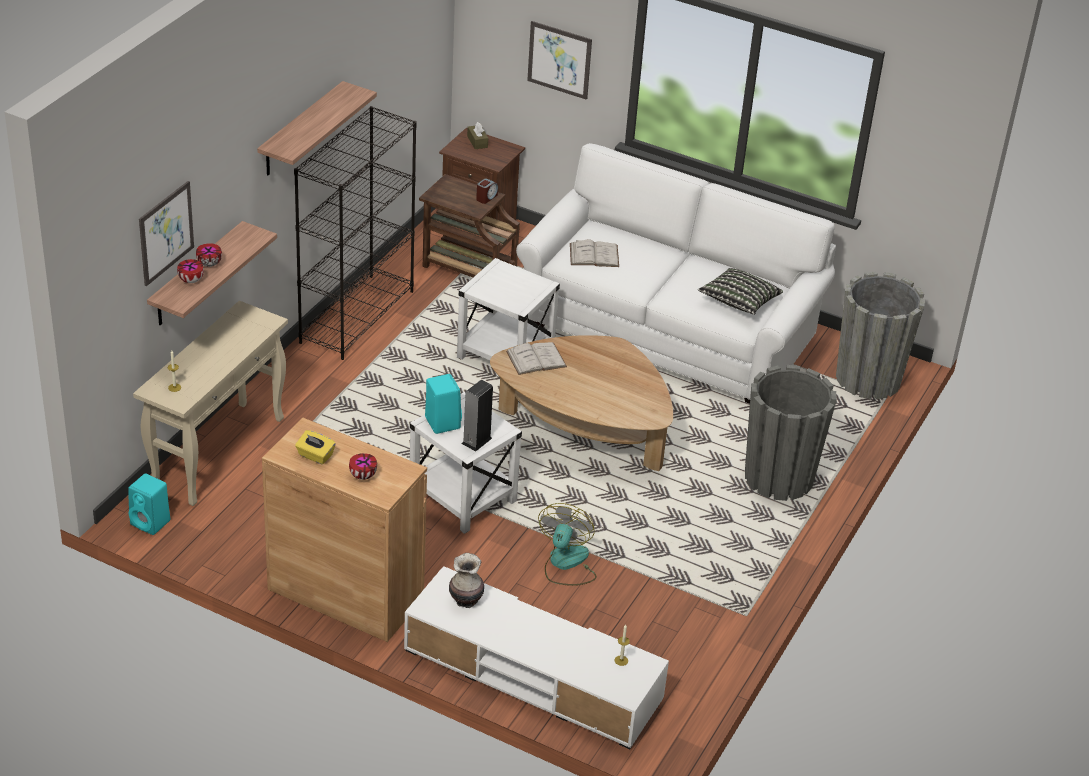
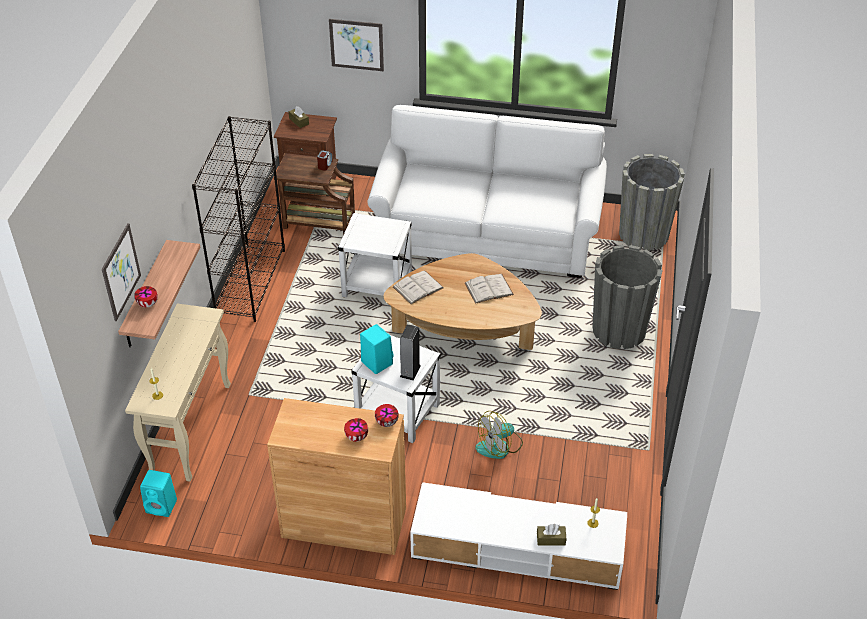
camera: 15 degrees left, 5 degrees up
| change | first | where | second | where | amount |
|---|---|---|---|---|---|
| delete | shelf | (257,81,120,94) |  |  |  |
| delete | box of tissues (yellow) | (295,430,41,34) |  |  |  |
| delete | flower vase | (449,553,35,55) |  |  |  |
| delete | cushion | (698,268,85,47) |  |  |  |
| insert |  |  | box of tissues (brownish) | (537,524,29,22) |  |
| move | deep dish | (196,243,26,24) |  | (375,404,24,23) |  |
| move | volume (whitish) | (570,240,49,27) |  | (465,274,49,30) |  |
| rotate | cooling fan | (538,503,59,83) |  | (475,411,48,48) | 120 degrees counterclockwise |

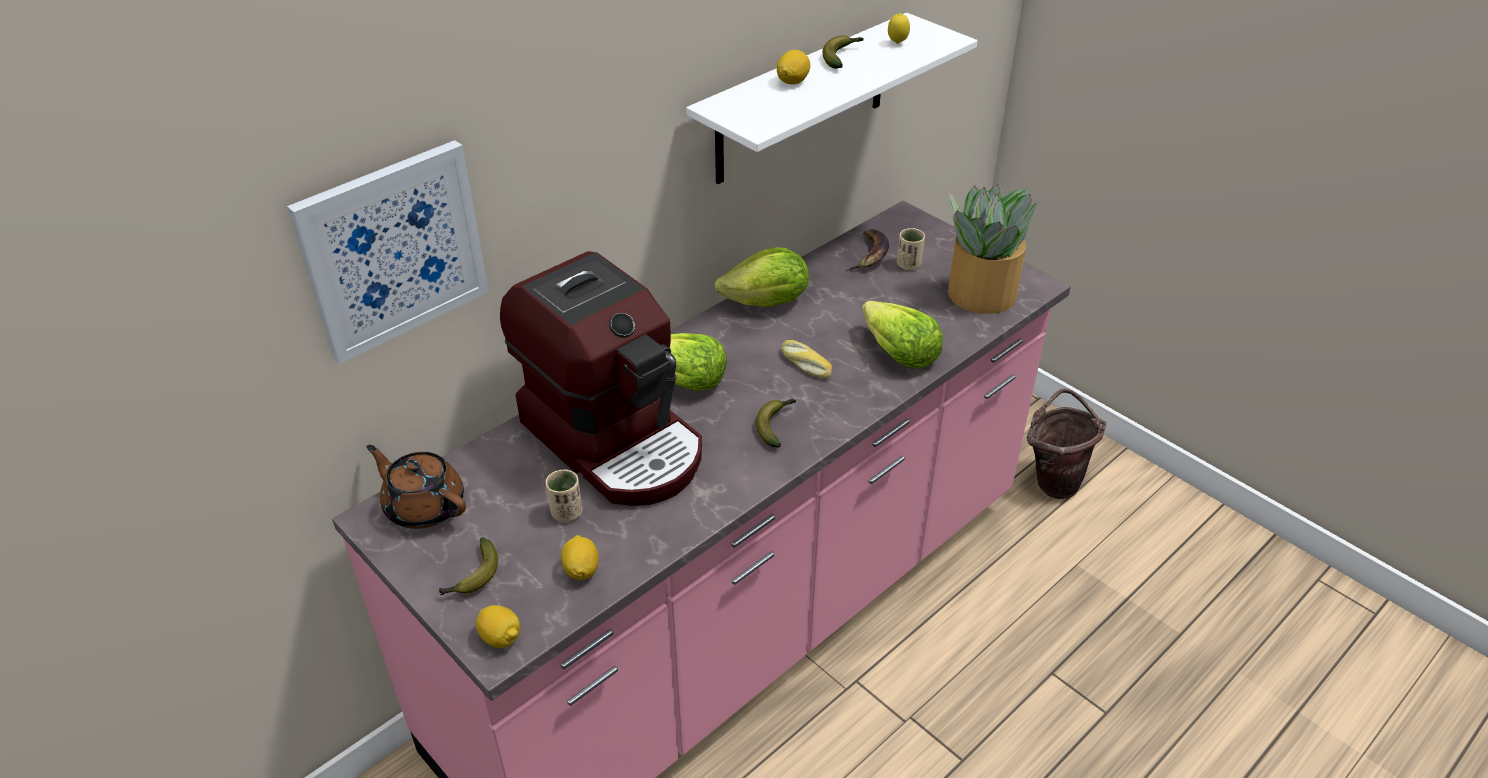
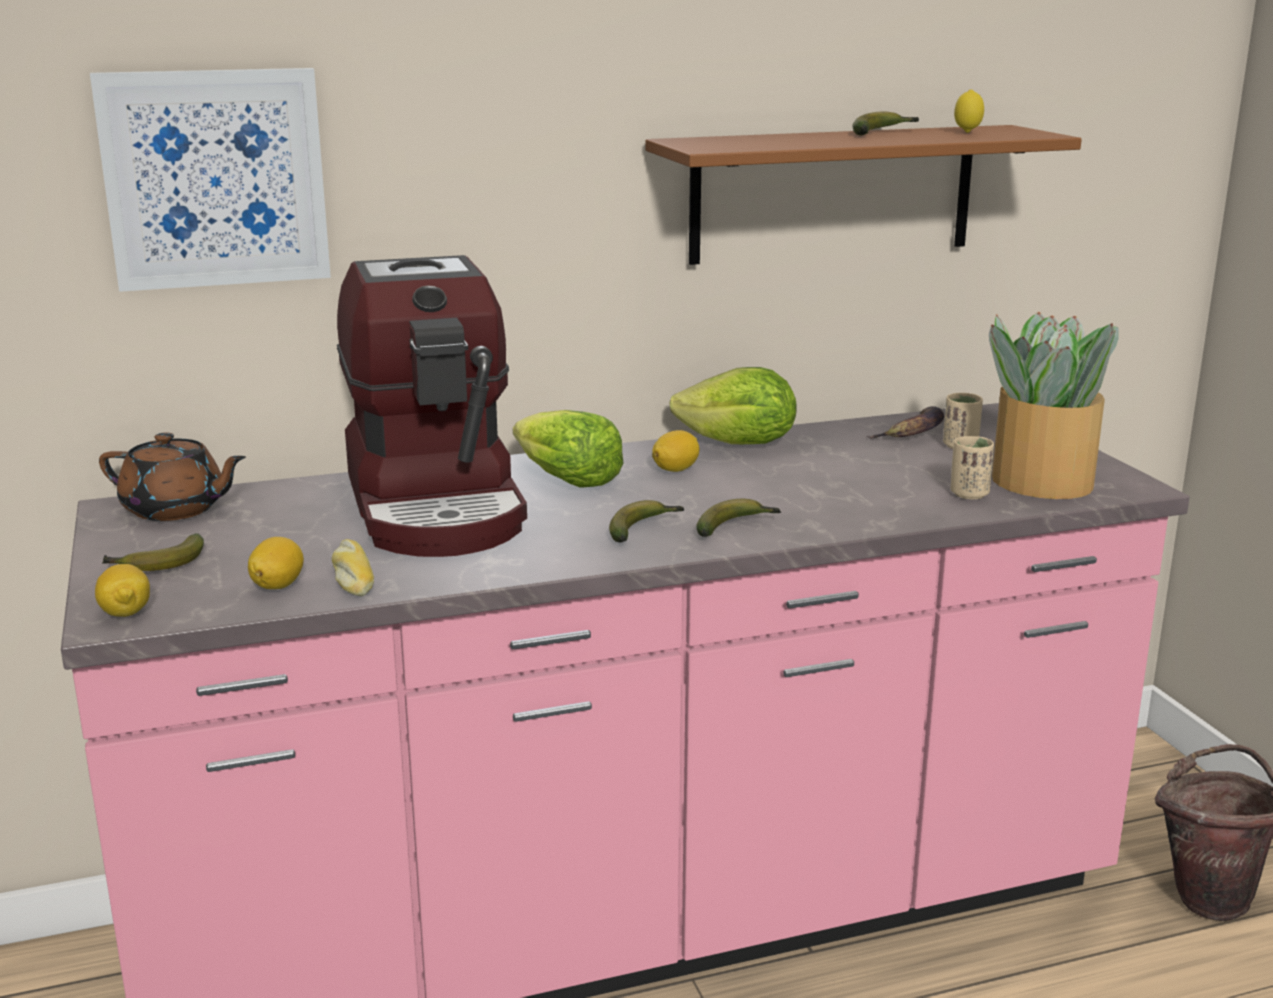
camera: 25 degrees right, 20 degrees down
| change | first | where | second | where | amount |
|---|---|---|---|---|---|
| delete | lettuce | (862,301,81,68) |  |  |  |
| insert |  |  | banana | (696,499,85,38) |  |
| move | drinking cup (beige) | (546,470,36,52) |  | (950,436,44,63) |  |
| move | whole lemon | (777,50,33,34) |  | (652,430,47,42) |  |
| move | bakery bread | (781,340,51,38) |  | (332,539,42,57) |  |
| recolor | shelf (whitish) | (686,13,291,171) | shelf (brownish) | (646,125,436,140) |  |
| rotate | tea pot (brownish) | (367,445,99,84) |  | (99,432,147,89) | 135 degrees clockwise |

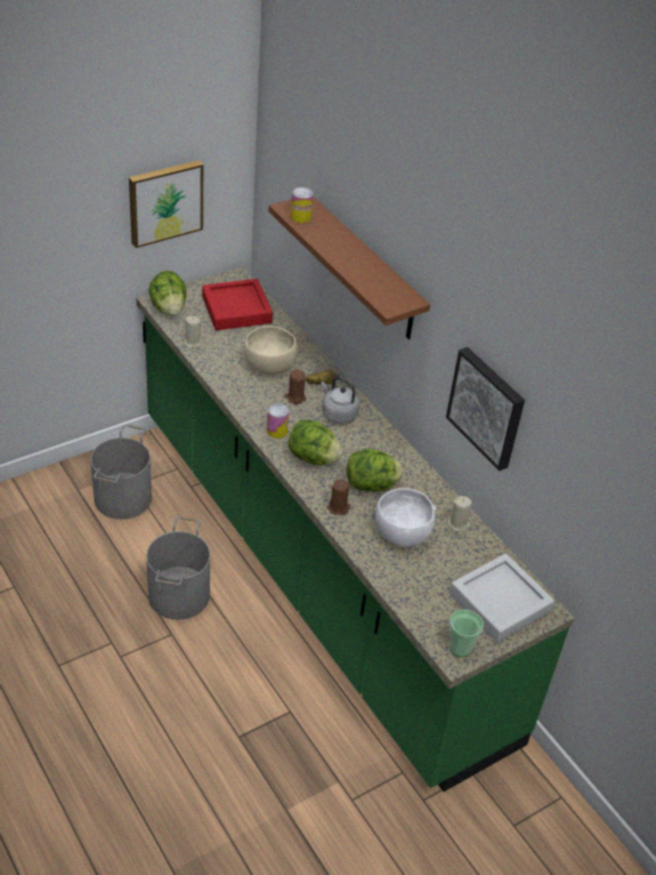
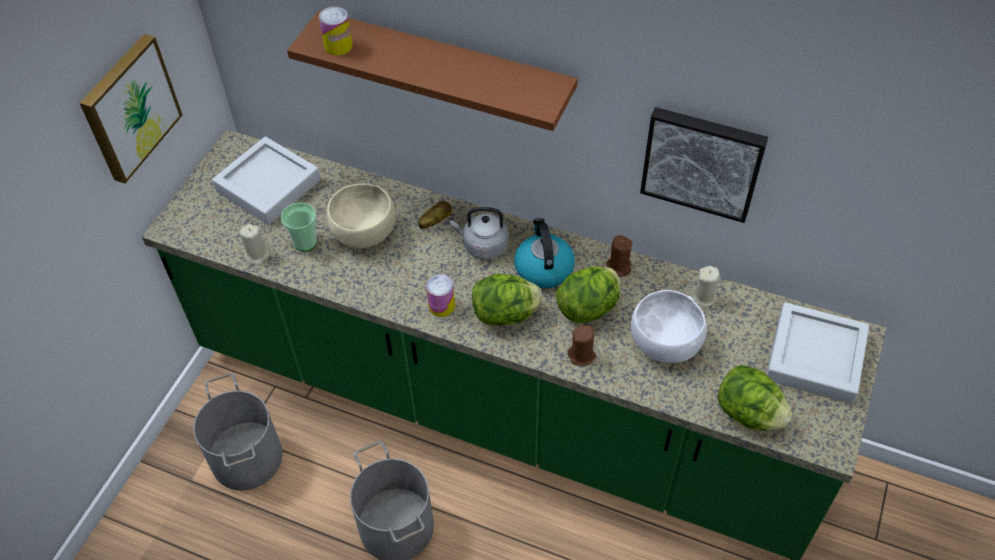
camera: 30 degrees left, 10 degrees up
| change | first | where | second | where | amount |
|---|---|---|---|---|---|
| insert |  |  | water kettle | (514,218,61,70) |  |
| move | lettuce | (149,271,38,45) |  | (717,365,76,66) |  |
| move | wax light (brownish) | (285,369,21,35) |  | (606,236,26,41) |  |
| move | drinking cup | (449,609,35,48) |  | (281,202,36,50) |  |
| recolor | carrying tray (reddish) | (202,279,71,52) | carrying tray (greyish) | (212,136,109,89) |  |

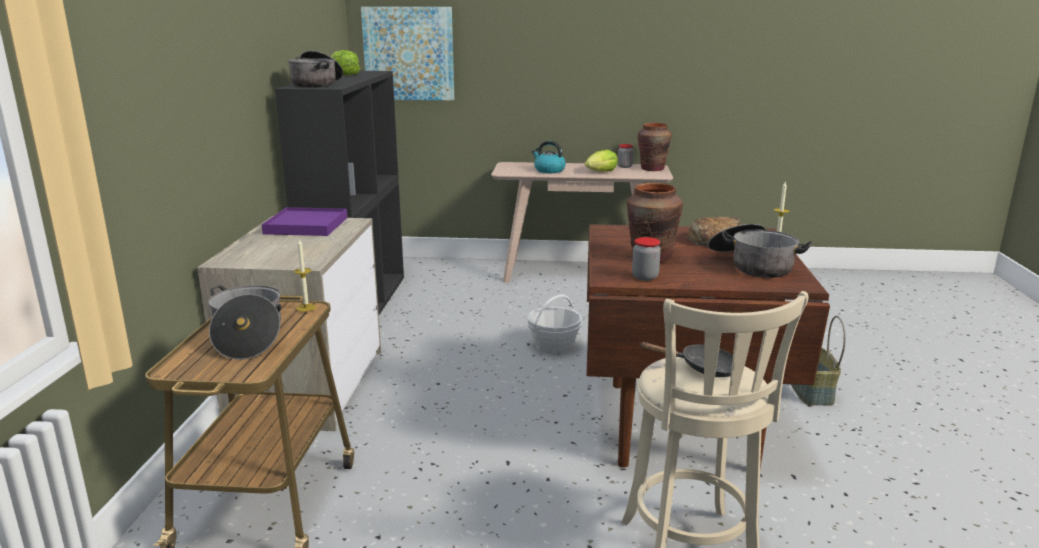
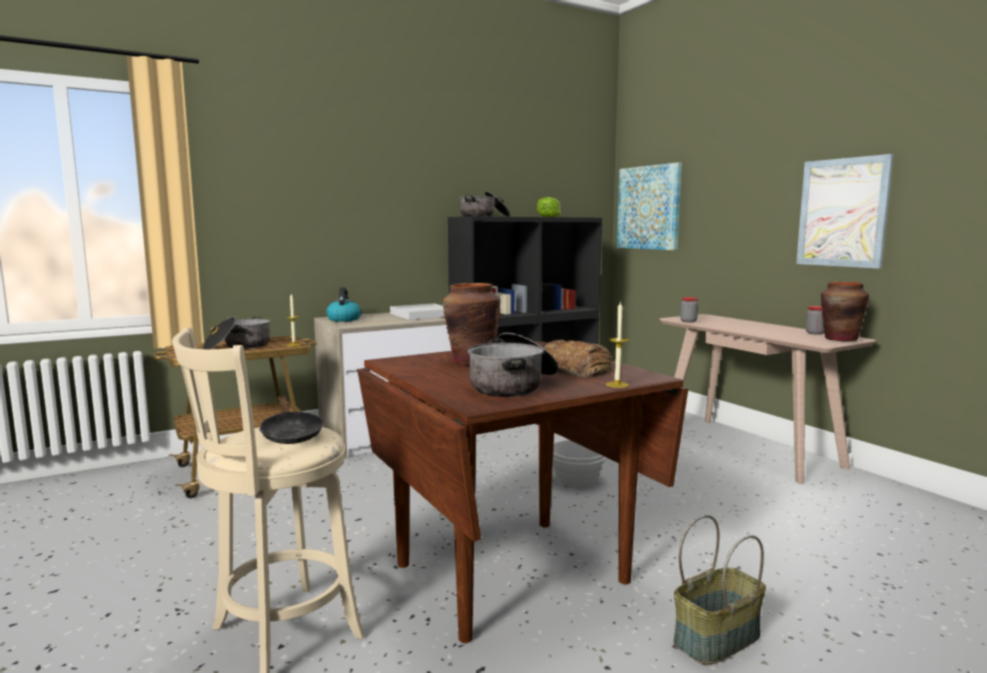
camera: 55 degrees right, 10 degrees down
| change | first | where | second | where | amount |
|---|---|---|---|---|---|
| delete | lettuce | (585,150,33,22) |  |  |  |
| insert |  |  | wall picture | (796,154,97,115) |  |
| move | water kettle | (532,141,34,32) |  | (326,287,35,35) |  |
| move | storage jar | (632,237,29,44) |  | (680,297,18,25) |  |
| recolor | carrying tray (purple) | (262,207,85,29) | carrying tray (whitish) | (390,304,54,16) |  |

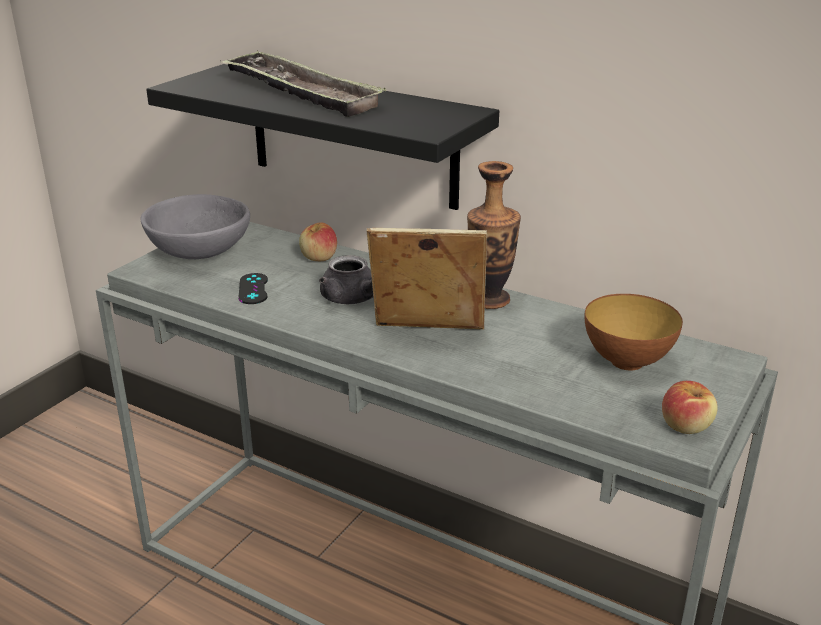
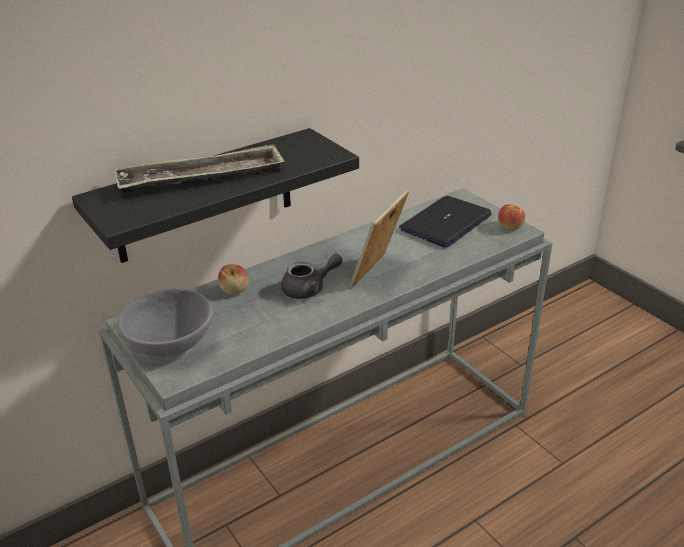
camera: 65 degrees left, 5 degrees up
| change | first | where | second | where | amount |
|---|---|---|---|---|---|
| delete | joypad (black) | (238,273,30,31) |  |  |  |
| delete | flower vase | (467,161,54,148) |  |  |  |
| replace | deep dish | (585,294,98,76) | notebook computer | (399,196,93,52) |  |

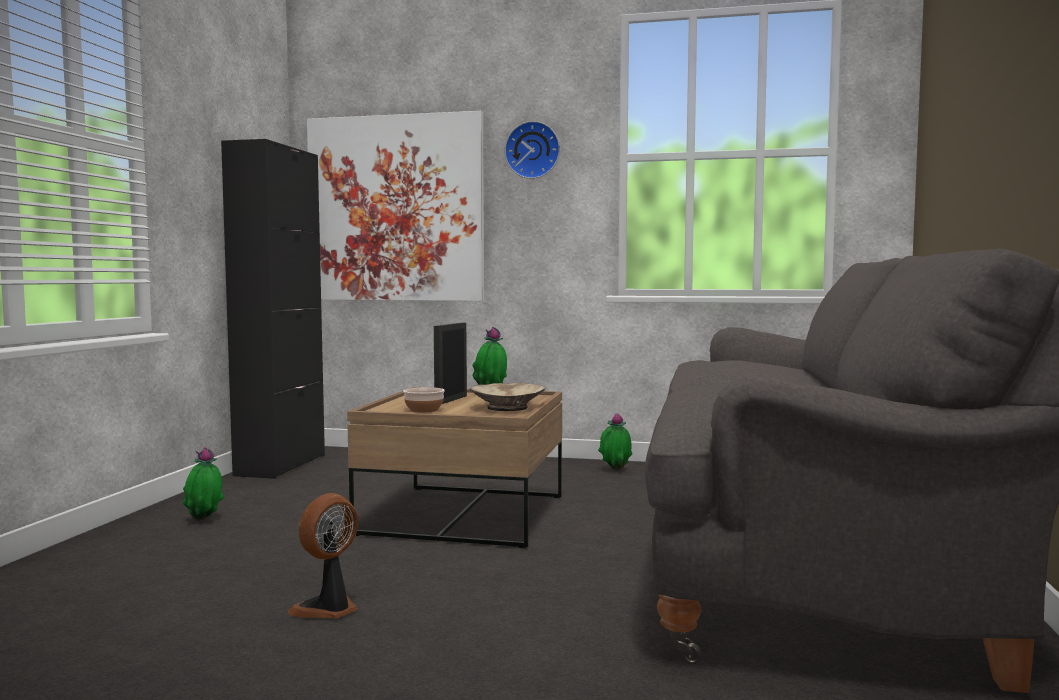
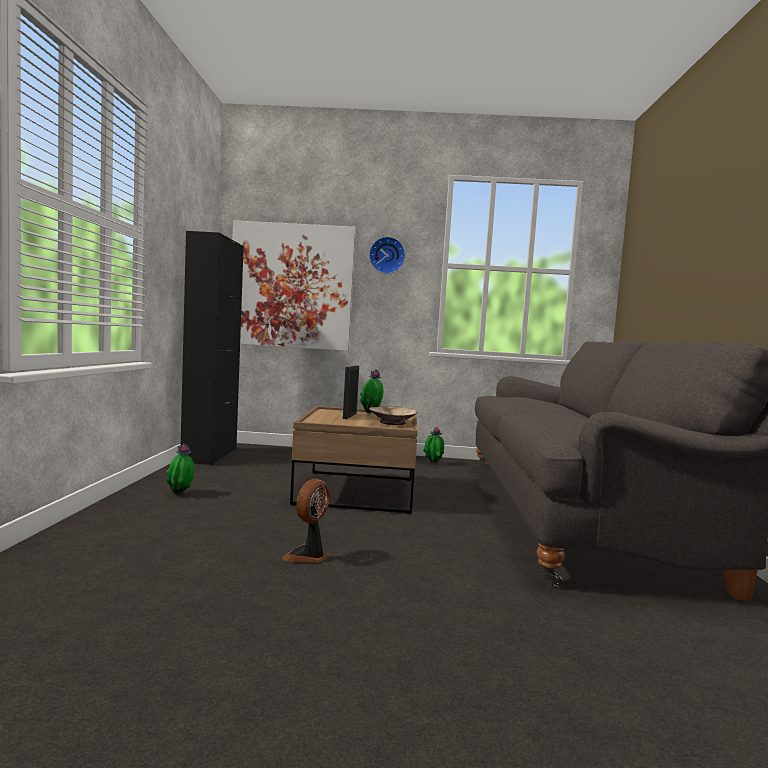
camera: 10 degrees left, 0 degrees up
| change | first | where | second | where | amount |
|---|---|---|---|---|---|
| delete | deep dish | (403,387,42,25) |  |  |  |

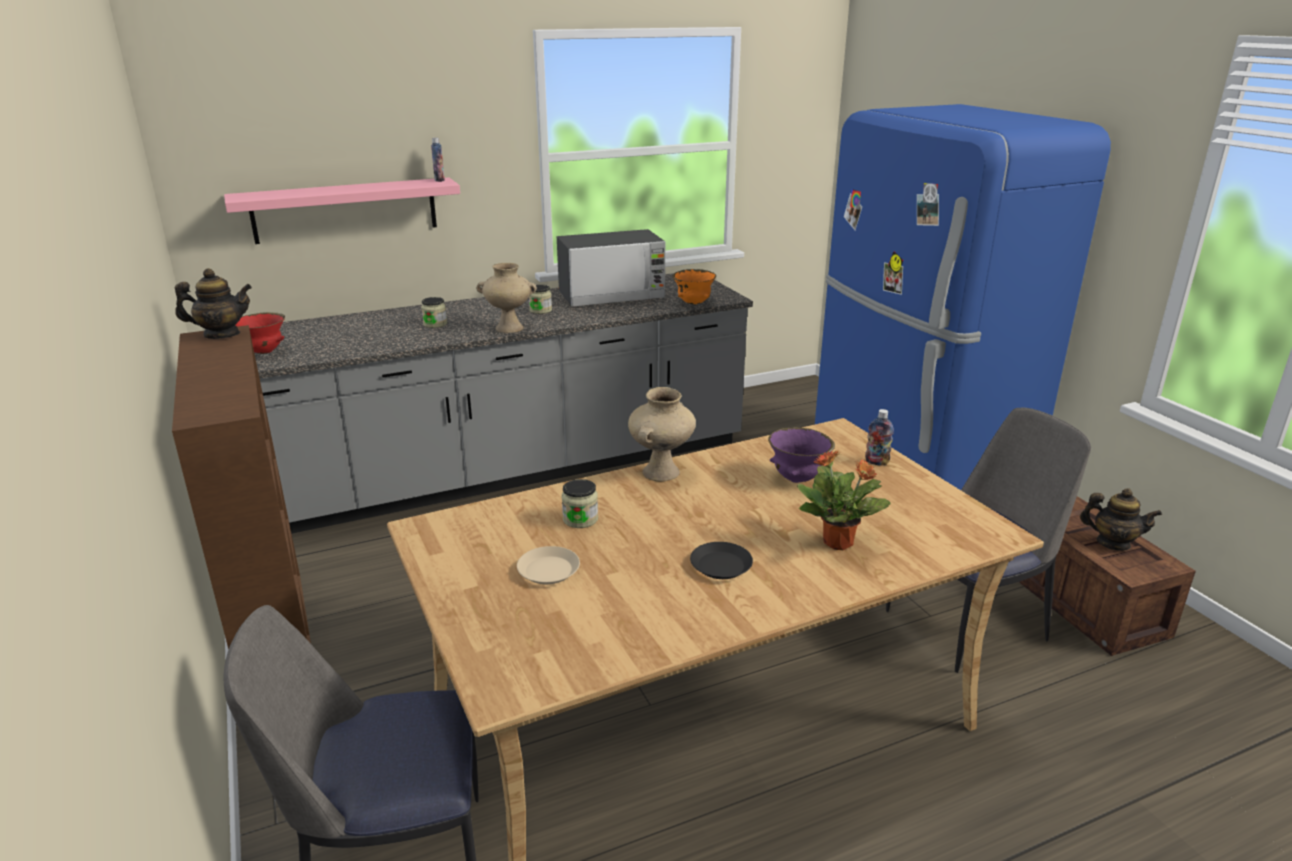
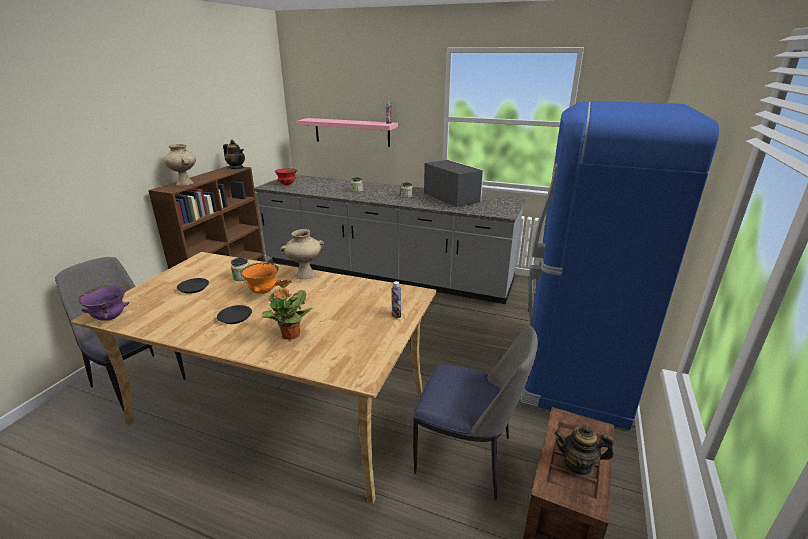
camera: 45 degrees right, 0 degrees up
| change | first | where | second | where | amount |
|---|---|---|---|---|---|
| move | flower vase (beige) | (476,263,61,70) |  | (163,144,33,42) |  |
| move | deep dish (orange-coloured) | (672,269,44,36) |  | (240,262,39,32) |  |
| move | deep dish (purple) | (768,427,67,56) |  | (78,285,51,36) |  |
| recolor | plate (beige) | (517,546,63,38) | plate (black) | (177,278,32,16) |  |
| rotate | microwave | (557,229,108,78) |  | (424,160,60,47) | 150 degrees counterclockwise |
| rotate | tea pot | (1080,488,82,63) |  | (554,425,60,51) | 120 degrees clockwise |

